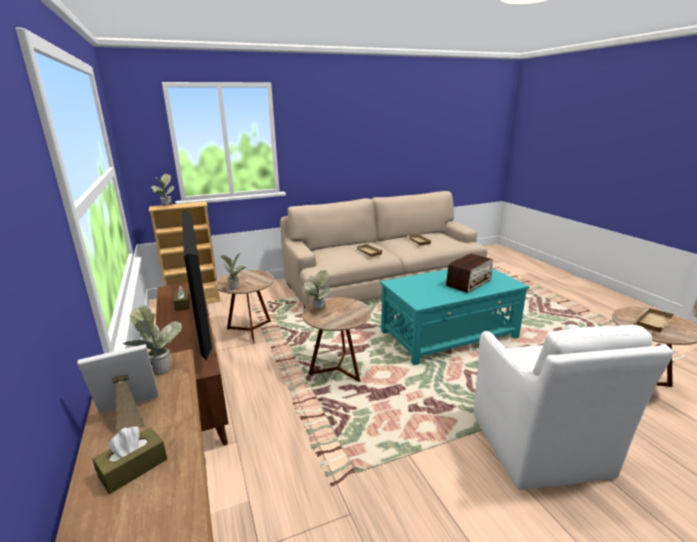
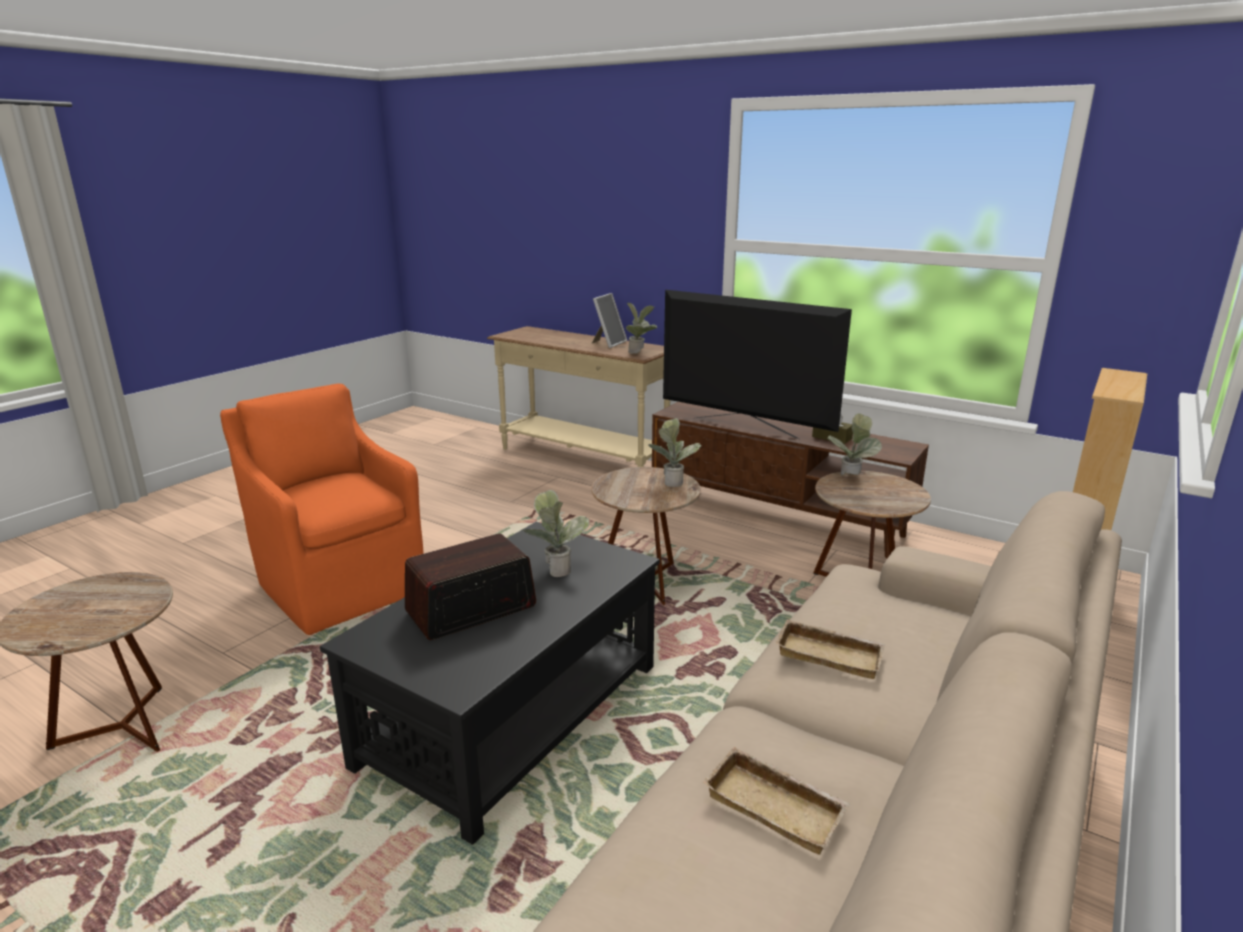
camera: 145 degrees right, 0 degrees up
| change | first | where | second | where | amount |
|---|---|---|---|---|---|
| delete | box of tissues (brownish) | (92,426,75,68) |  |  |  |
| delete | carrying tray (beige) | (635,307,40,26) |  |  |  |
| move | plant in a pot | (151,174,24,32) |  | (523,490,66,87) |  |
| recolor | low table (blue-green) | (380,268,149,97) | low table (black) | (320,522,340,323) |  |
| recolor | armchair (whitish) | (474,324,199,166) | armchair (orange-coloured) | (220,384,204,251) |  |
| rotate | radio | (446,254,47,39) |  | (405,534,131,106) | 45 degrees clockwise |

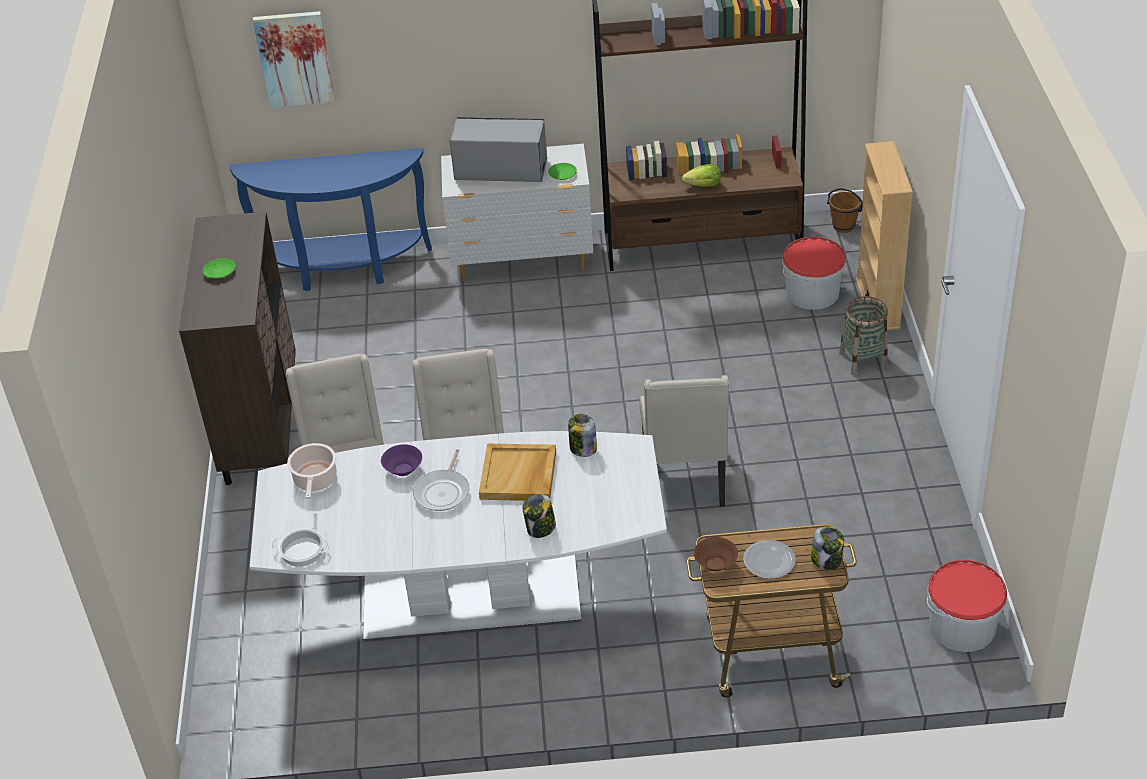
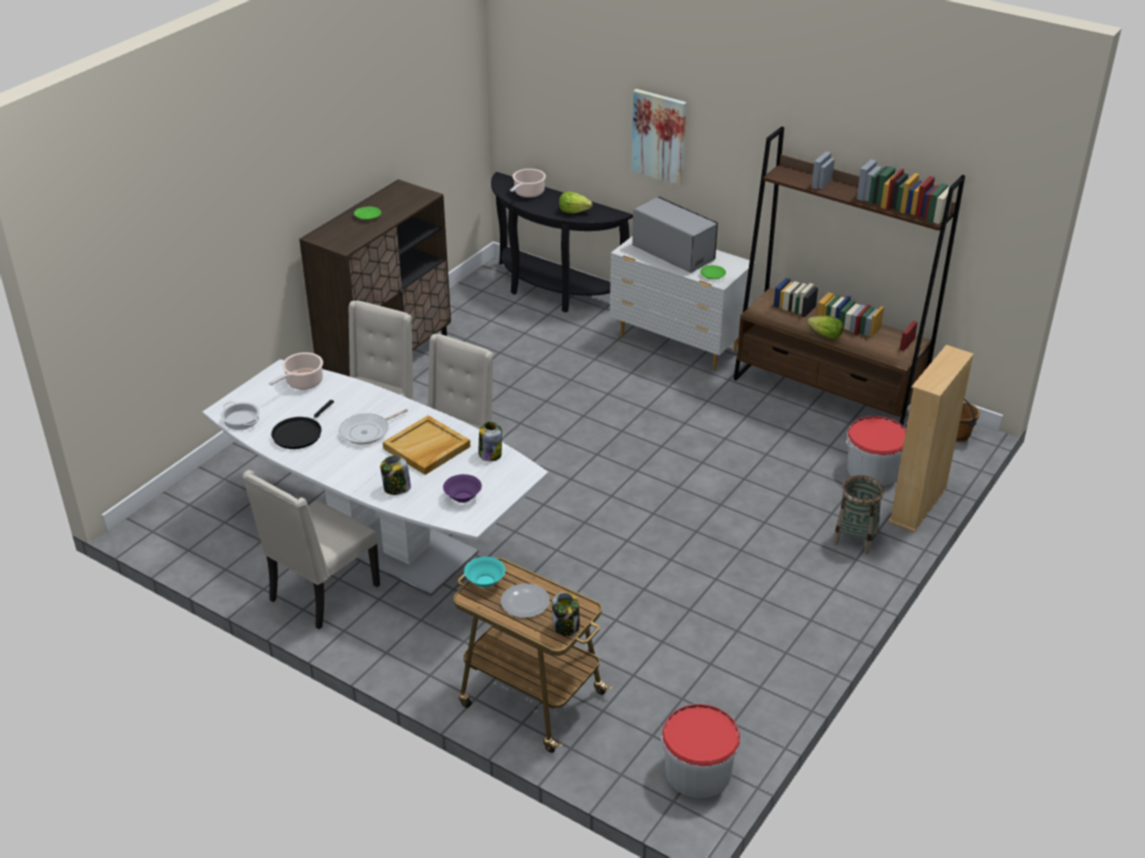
camera: 35 degrees right, 5 degrees down
| change | first | where | second | where | amount |
|---|---|---|---|---|---|
| insert |  |  | frying pan (black) | (271,400,63,49) |  |
| insert |  |  | cooking pot | (510,169,36,29) |  |
| insert |  |  | lettuce | (559,192,33,21) |  |
| move | wall picture | (253,11,82,97) |  | (631,89,56,97) |  |
| move | deep dish (purple) | (381,444,41,32) |  | (443,474,39,29) |  |
| move | upright chair (beige) | (640,375,89,132) |  | (242,470,138,159) |  |
| recolor | console table (blue-coloured) | (230,148,202,143) | console table (black) | (491,172,142,140) |  |
| recolor | deep dish (brownish) | (694,537,44,34) | deep dish (blue-green) | (464,557,41,31) |  |

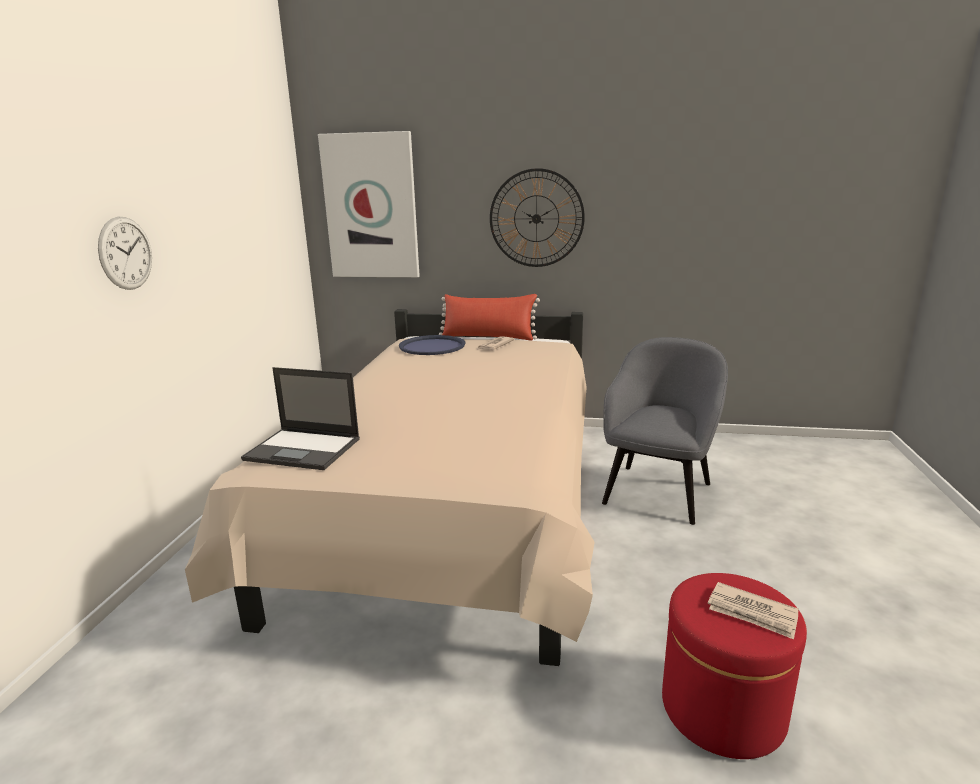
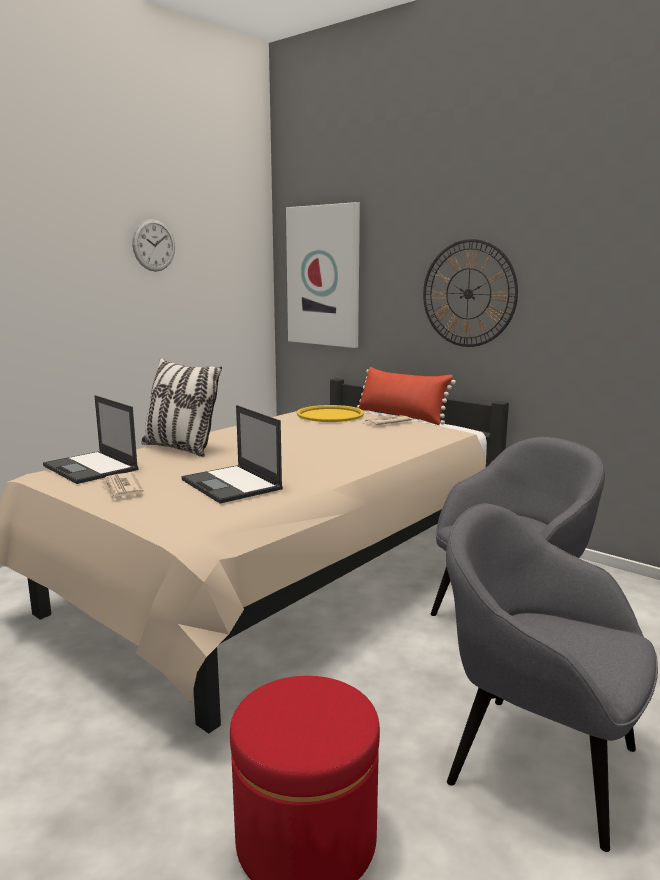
camera: 30 degrees right, 5 degrees down
| change | first | where | second | where | amount |
|---|---|---|---|---|---|
| insert |  |  | cushion | (142,358,80,99) |  |
| insert |  |  | notebook computer | (182,405,101,98) |  |
| insert |  |  | armchair (greyish) | (446,504,212,348) |  |
| move | clock on the wall | (98,217,54,73) |  | (132,219,43,52) |  |
| move | daily paper | (708,582,91,57) |  | (100,472,44,29) |  |
| recolor | carrying tray (blue-coloured) | (399,335,66,20) | carrying tray (yellow) | (296,405,68,17) |  |

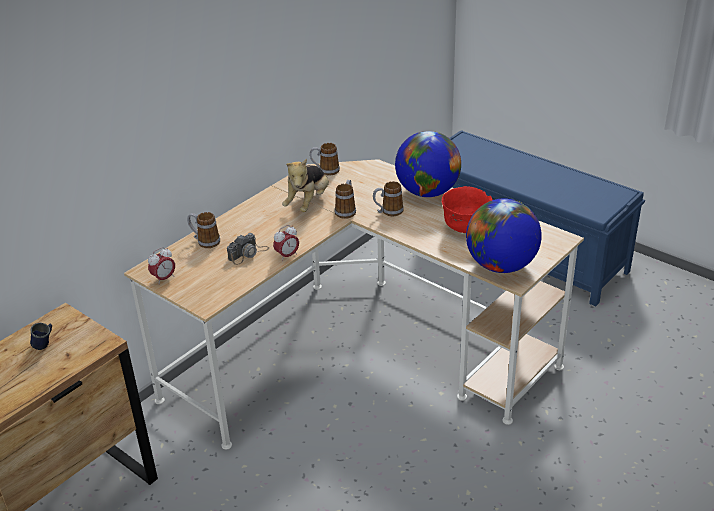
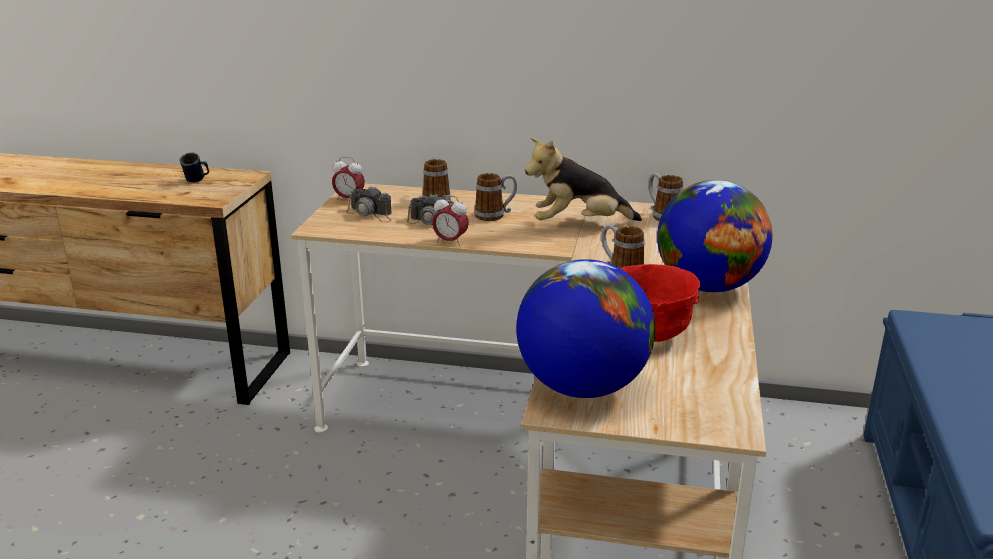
camera: 60 degrees right, 10 degrees down
| change | first | where | second | where | amount |
|---|---|---|---|---|---|
| insert |  |  | still camera | (346,186,46,36) |  |
| move | tea mug | (335,180,21,39) |  | (474,173,43,48) |  |

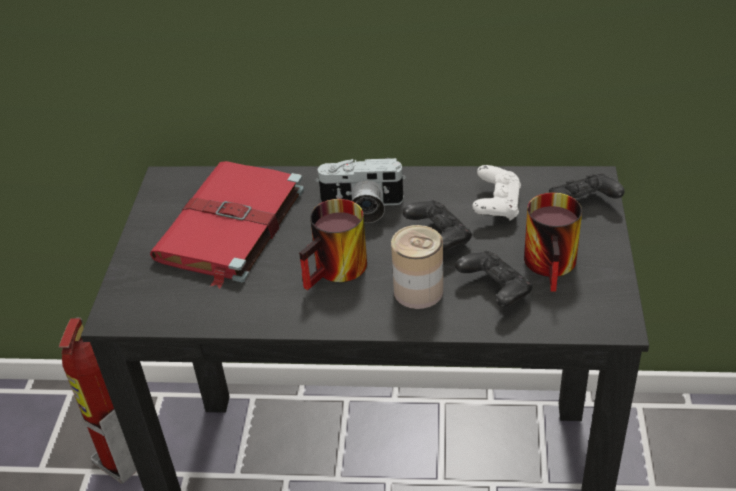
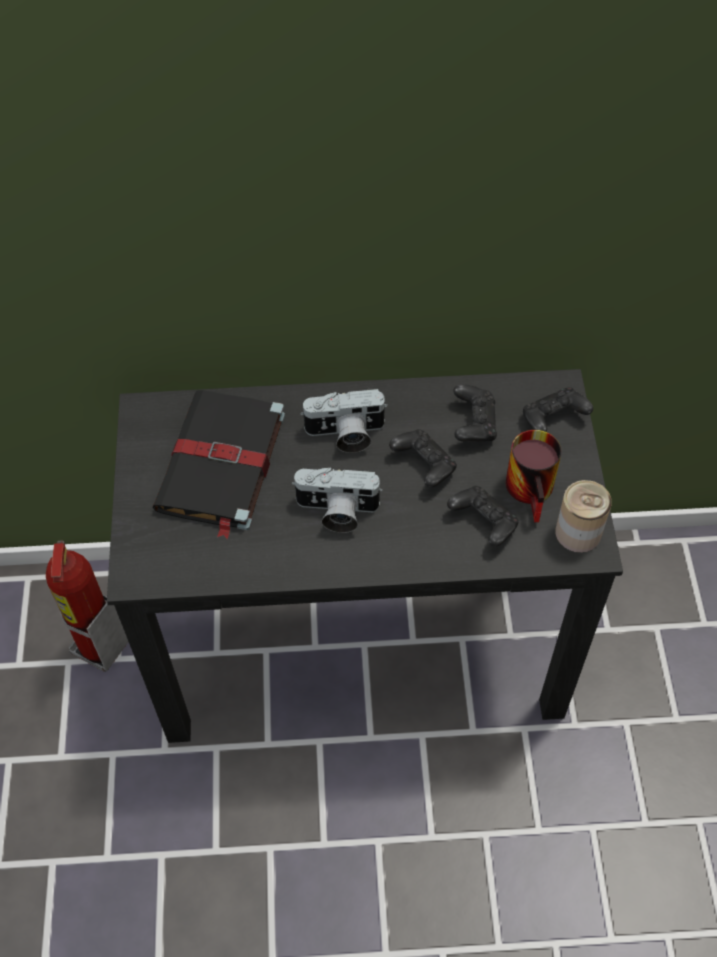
camera: 10 degrees left, 15 degrees up
| change | first | where | second | where | amount |
|---|---|---|---|---|---|
| move | metal can | (391,225,52,84) |  | (556,480,56,73) |  |
| replace | tea mug | (299,199,68,91) | still camera | (292,467,91,66) |  |
| recolor | volume (reddish) | (150,161,154,128) | volume (black) | (152,390,133,149) |  |
| recolor | joypad (whitish) | (472,165,49,56) | joypad (black) | (453,384,44,58) |  |

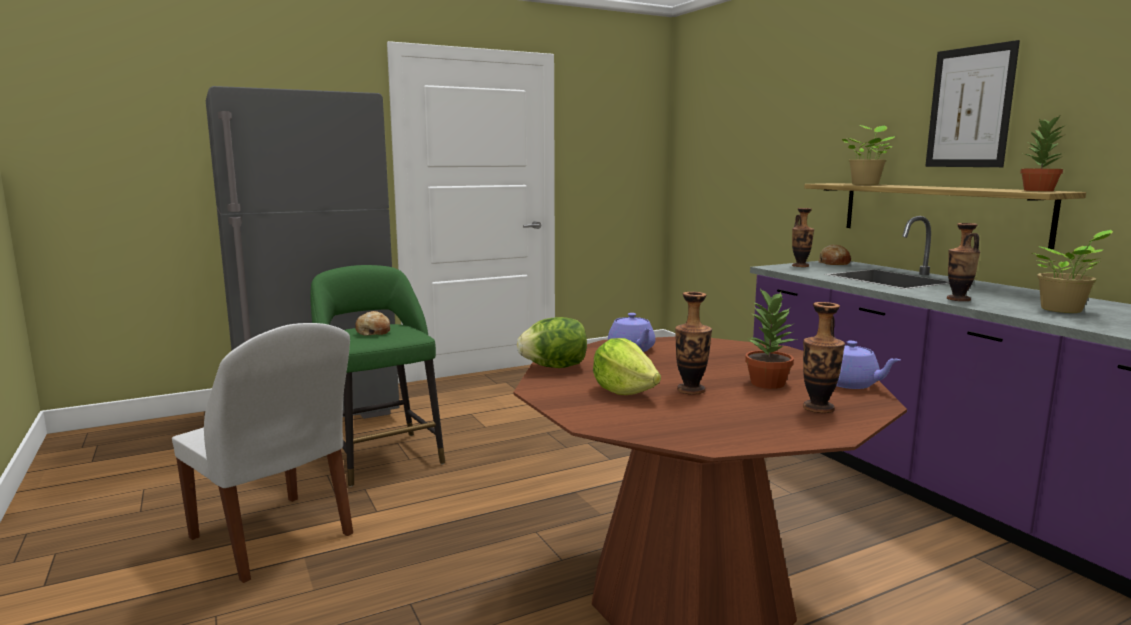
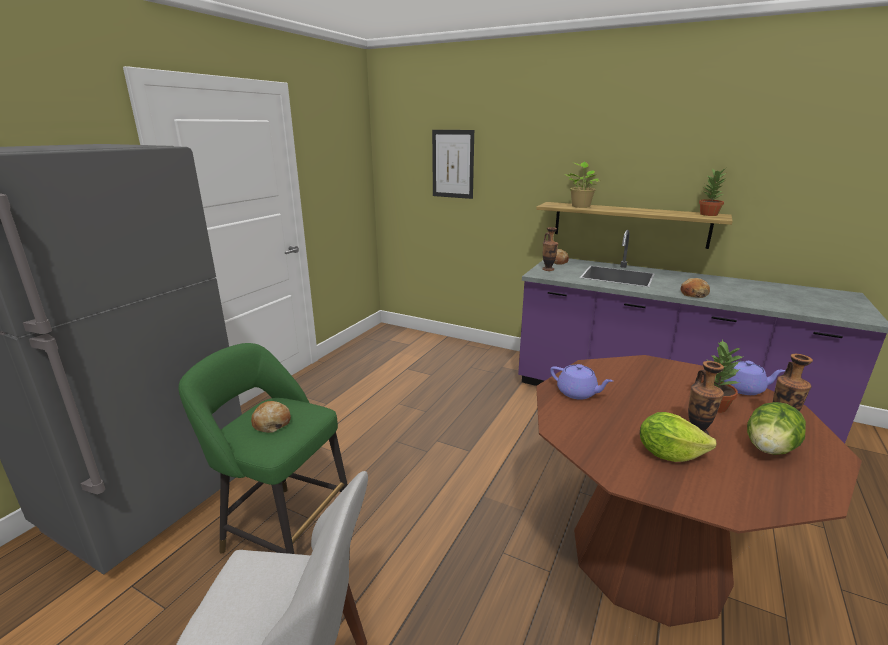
camera: 35 degrees left, 10 degrees up
| change | first | where | second | where | amount |
|---|---|---|---|---|---|
| delete | plant in a pot | (1032,230,81,83) |  |  |  |
| move | lettuce | (517,317,70,51) |  | (747,402,59,53) |  |
| move | wall picture | (925,40,95,127) |  | (432,130,42,69) |  |
| replace | flower vase | (947,223,33,78) | bakery bread | (681,278,29,20) |  |

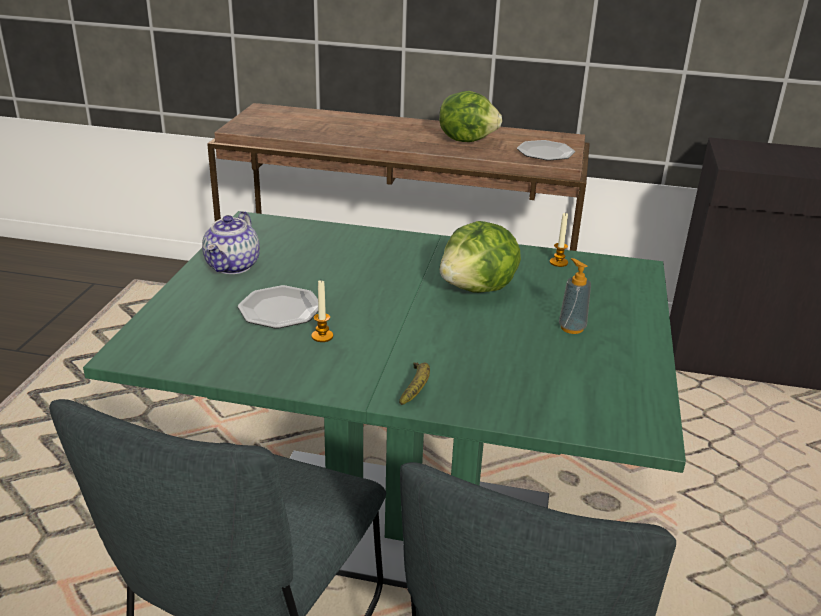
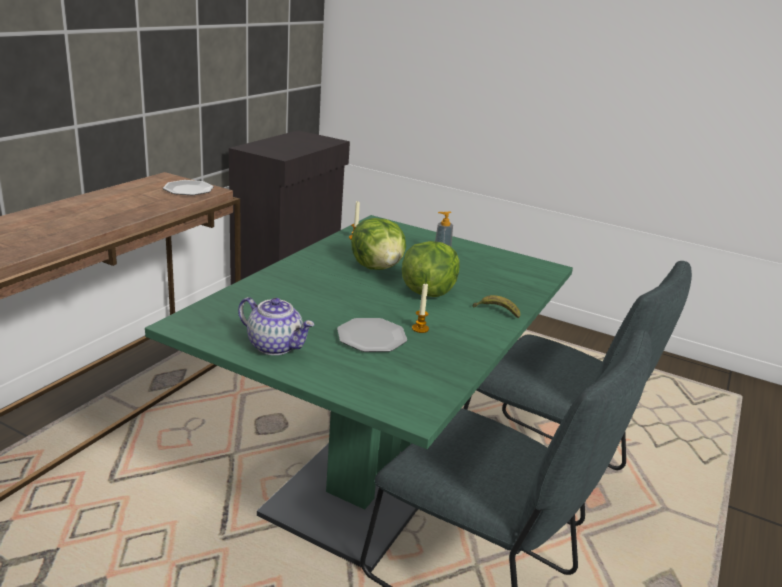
camera: 75 degrees left, 5 degrees down
| change | first | where | second | where | amount |
|---|---|---|---|---|---|
| move | lettuce | (439,91,63,51) |  | (402,241,57,56) |  |

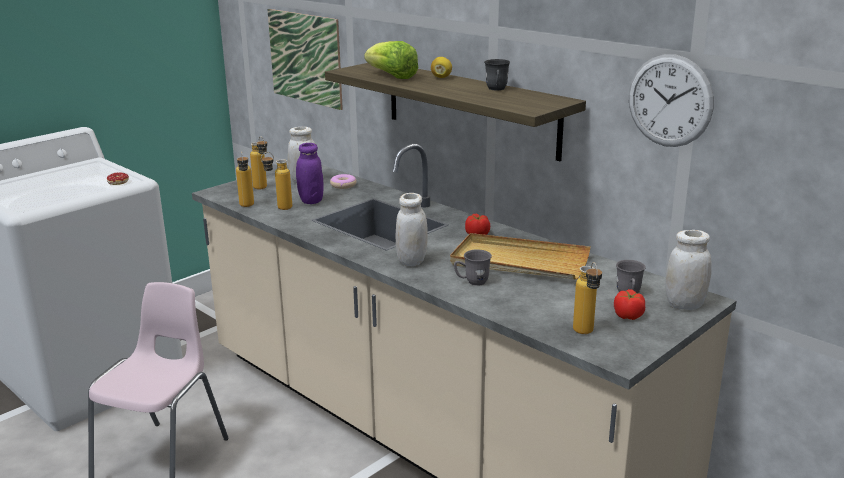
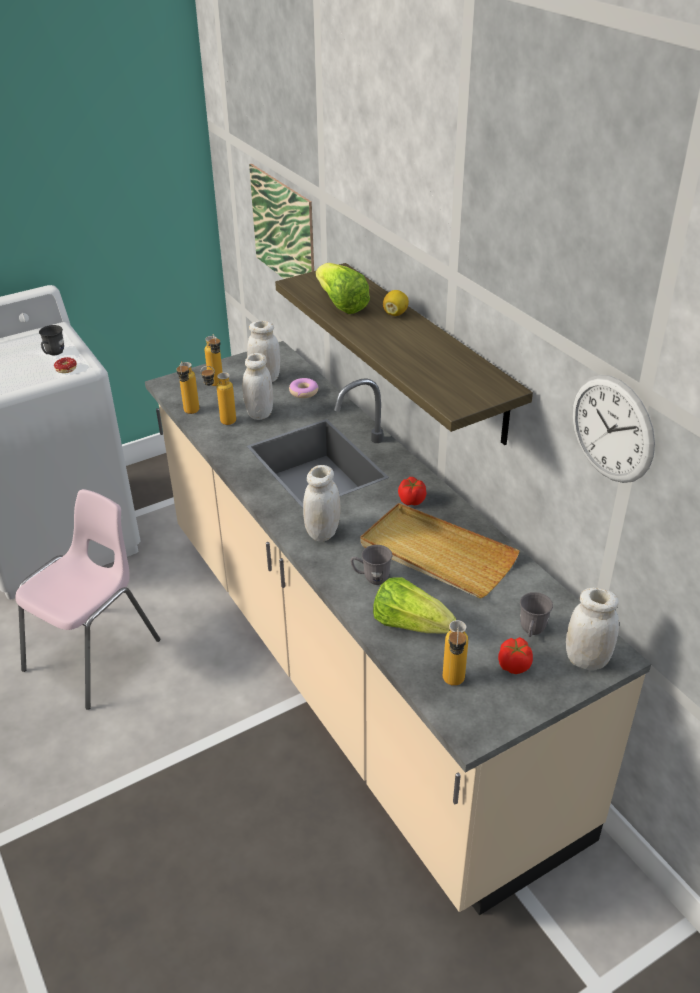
camera: 15 degrees right, 15 degrees up
| change | first | where | second | where | amount |
|---|---|---|---|---|---|
| insert |  |  | lettuce | (373,577,83,57) |  |
| move | tea mug (greyish) | (484,59,26,31) |  | (39,325,25,30) |  |
| recolor | storage jar (purple) | (296,143,28,61) | storage jar (whitish) | (243,353,30,67) |  |

